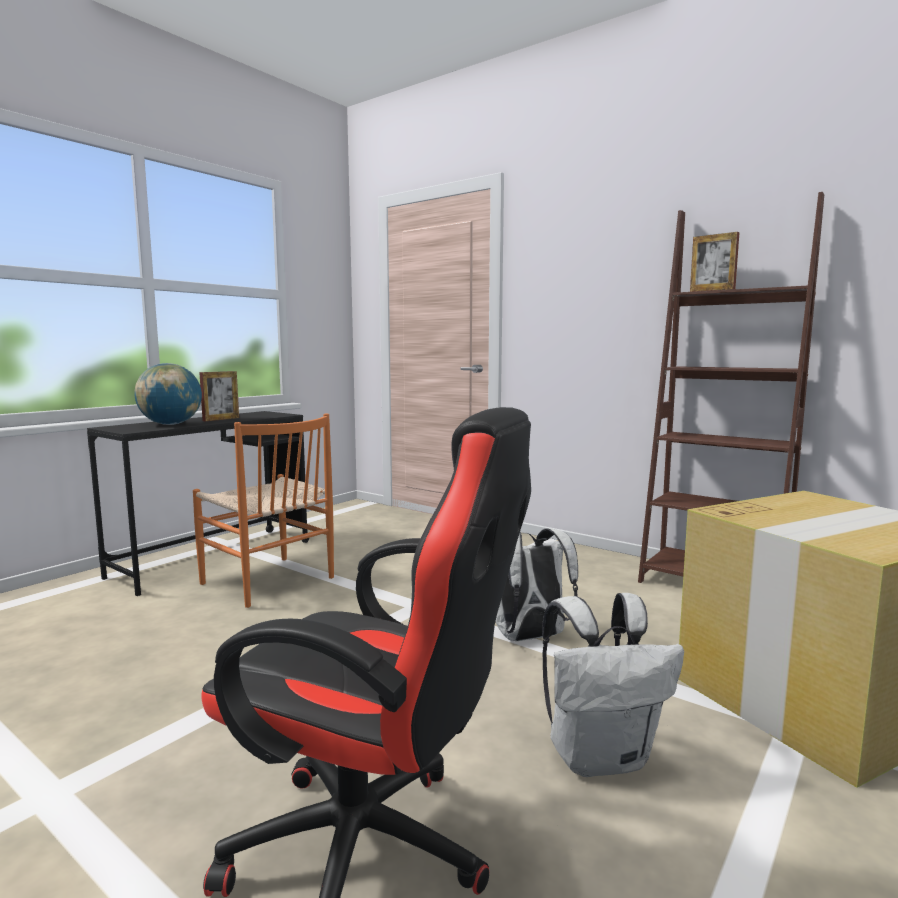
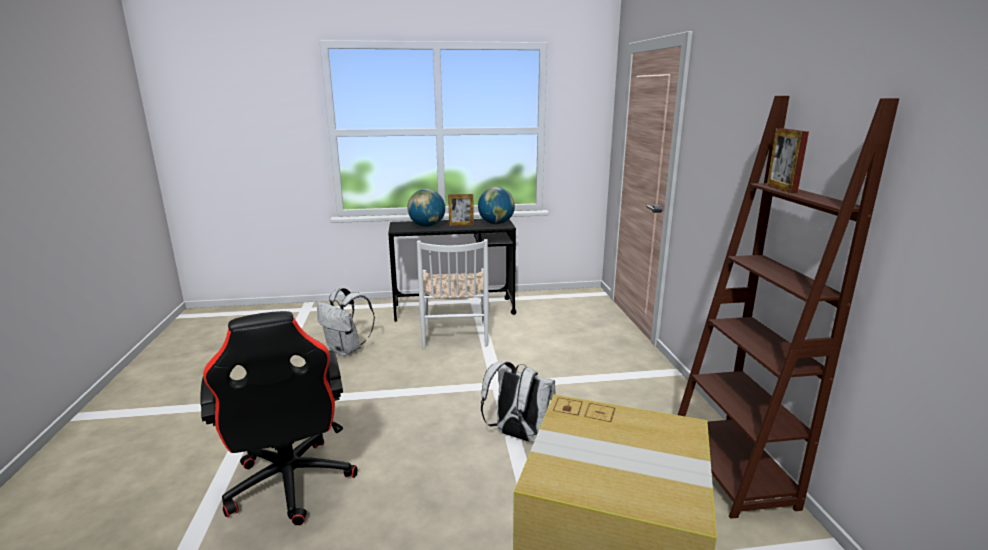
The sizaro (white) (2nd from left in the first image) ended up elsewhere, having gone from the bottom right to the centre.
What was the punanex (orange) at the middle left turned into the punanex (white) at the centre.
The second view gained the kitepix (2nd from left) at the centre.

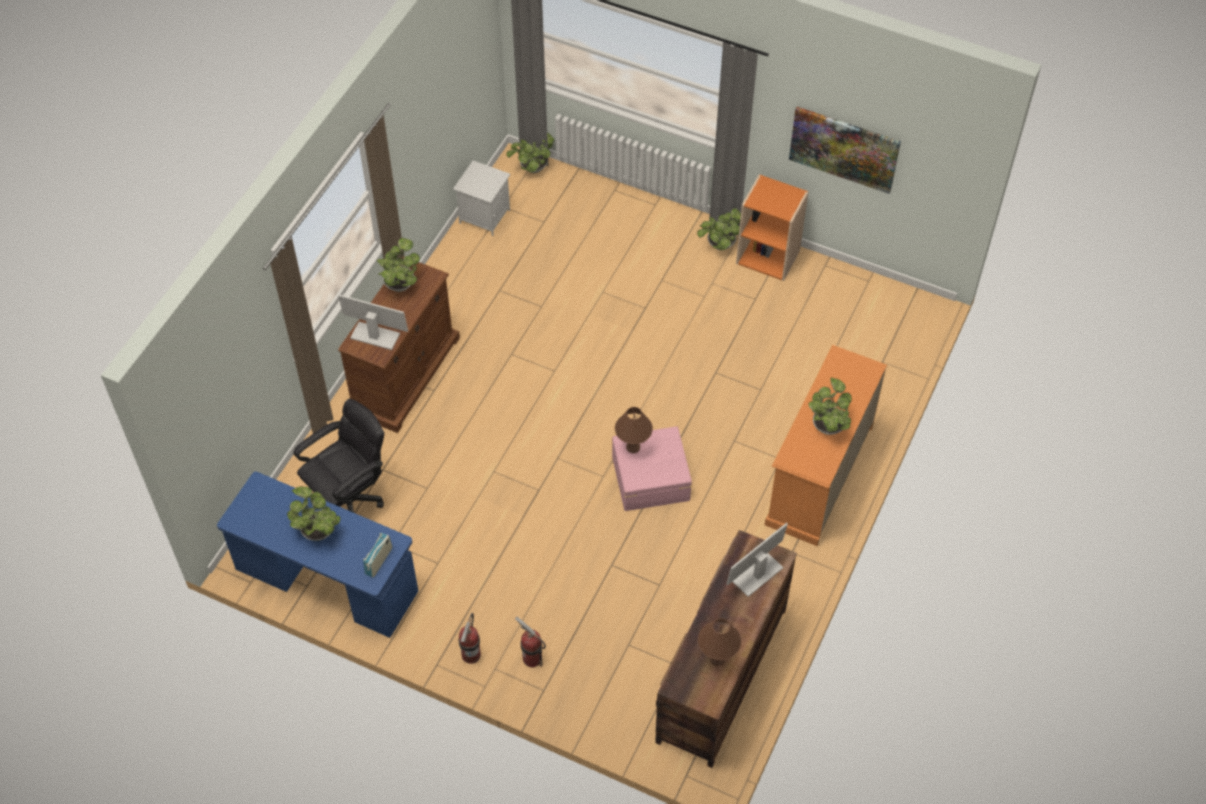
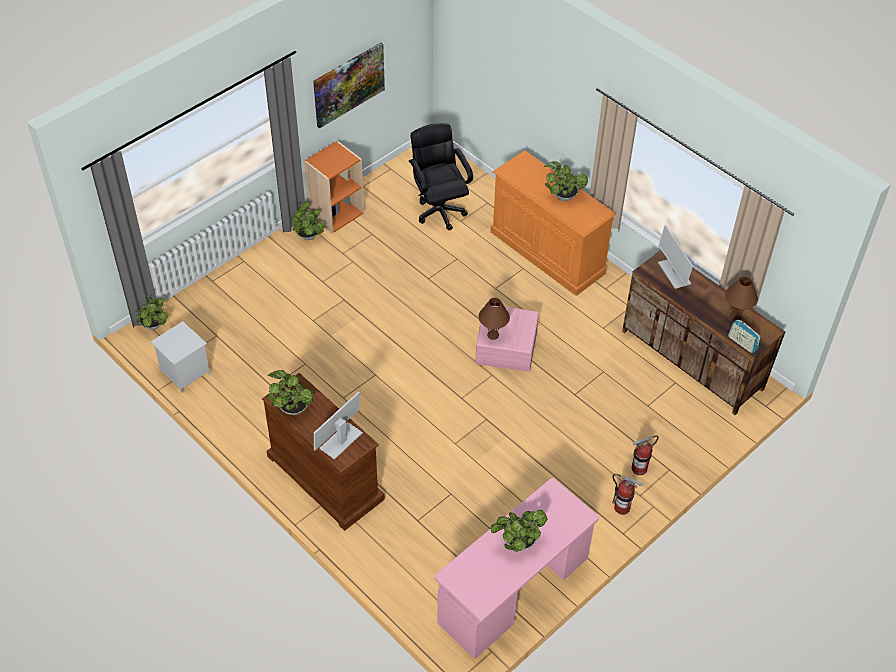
The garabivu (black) ended up elsewhere, having gone from the middle left to the top centre.
What was the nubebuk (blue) at the bottom left turned into the nubebuk (pink) at the bottom centre.
The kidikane ended up elsewhere, having gone from the bottom left to the middle right.

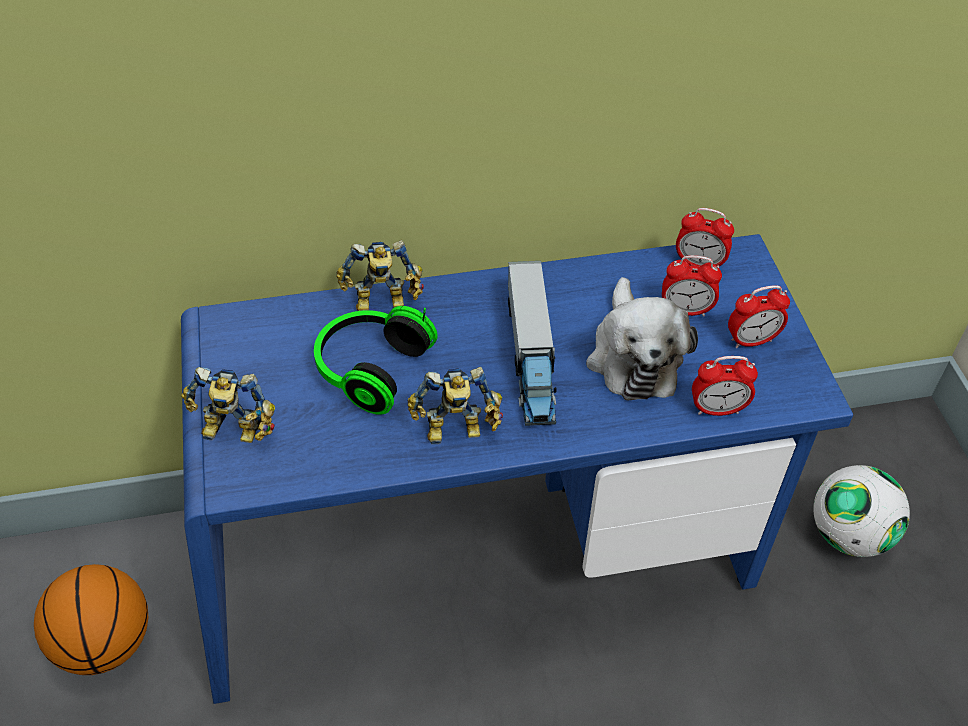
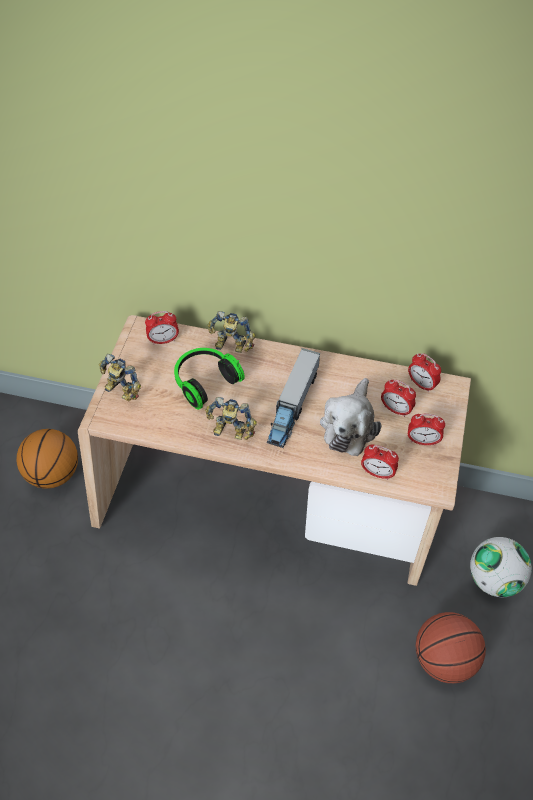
What was the nubebuk (blue) at the centre turned into the nubebuk (beige) at the centre.
The second view gained the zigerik (1st from left) at the middle left.
The second view gained the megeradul (2nd from left) at the bottom right.

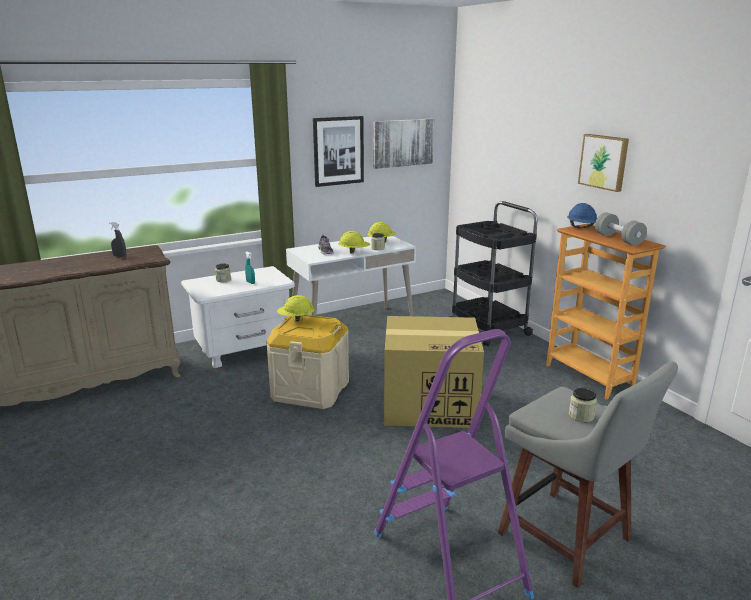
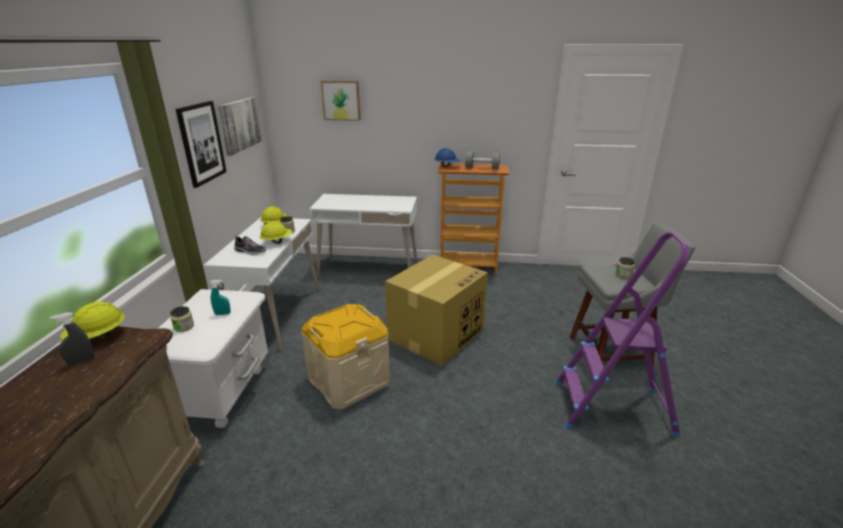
The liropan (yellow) (1st from left) ended up elsewhere, having gone from the centre to the middle left.
Where the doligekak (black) stood at the centre, the nubebuk (white) (2nd from left) came to stand at the centre.
The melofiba (3rd from left) ended up elsewhere, having gone from the top right to the top centre.

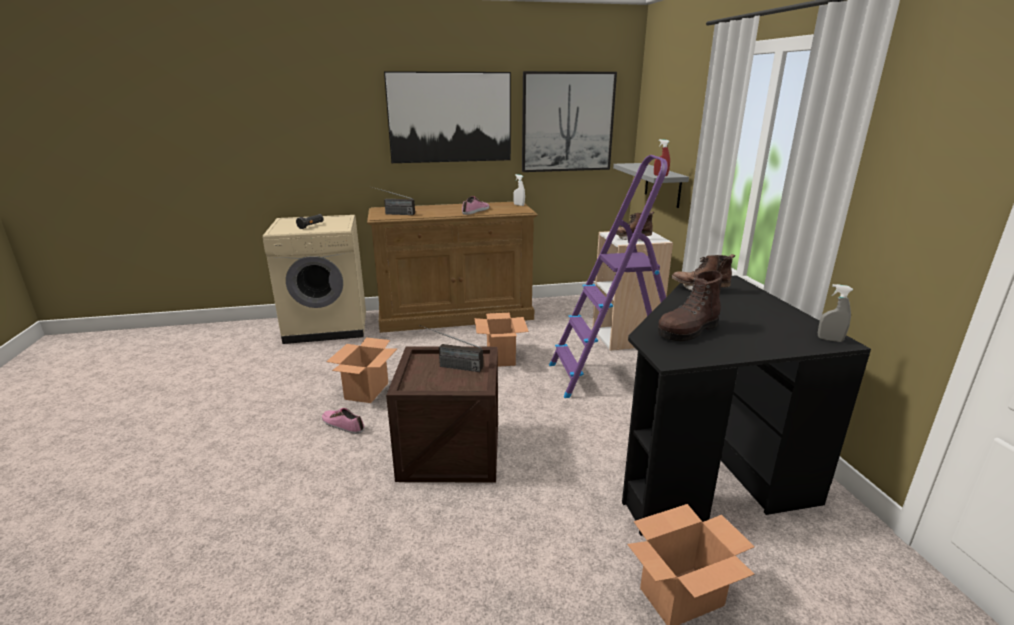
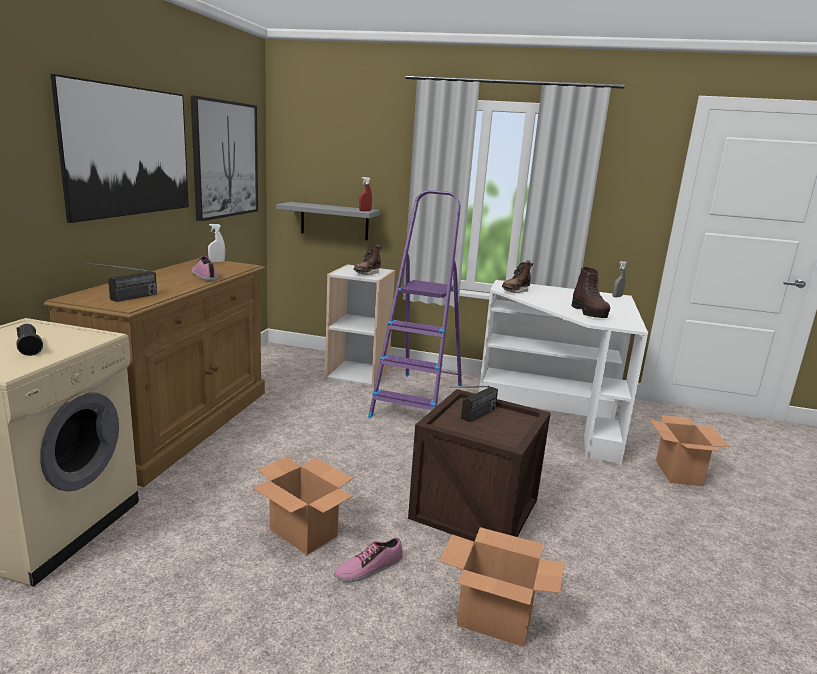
The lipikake (2nd from left) ended up elsewhere, having gone from the centre to the bottom centre.
What was the nubebuk (black) at the middle right turned into the nubebuk (white) at the middle right.

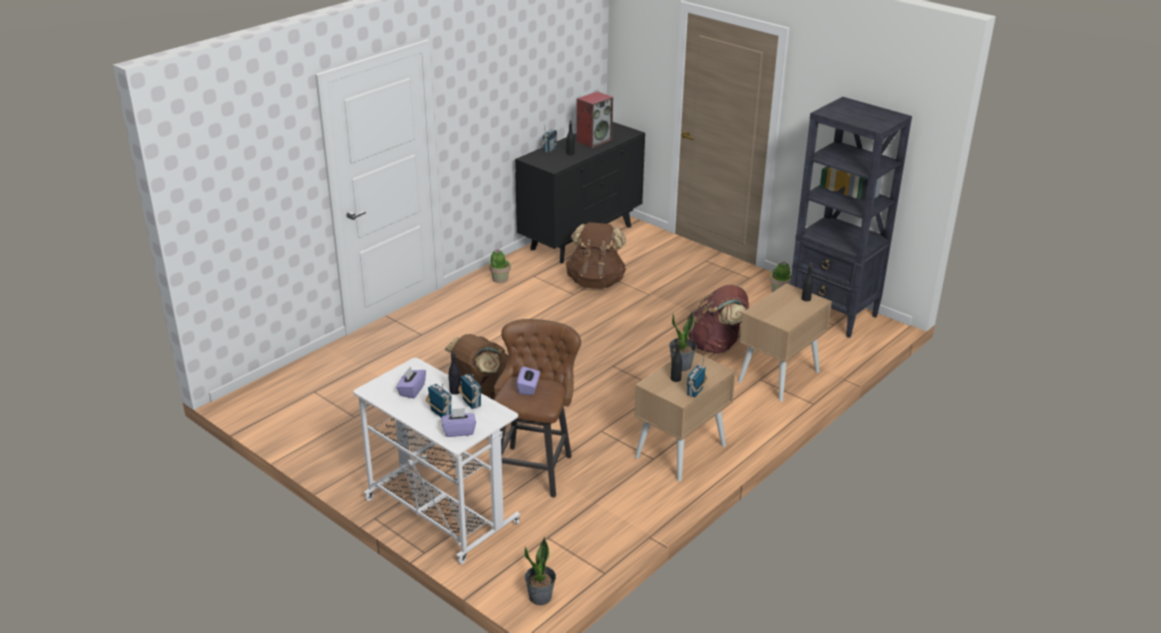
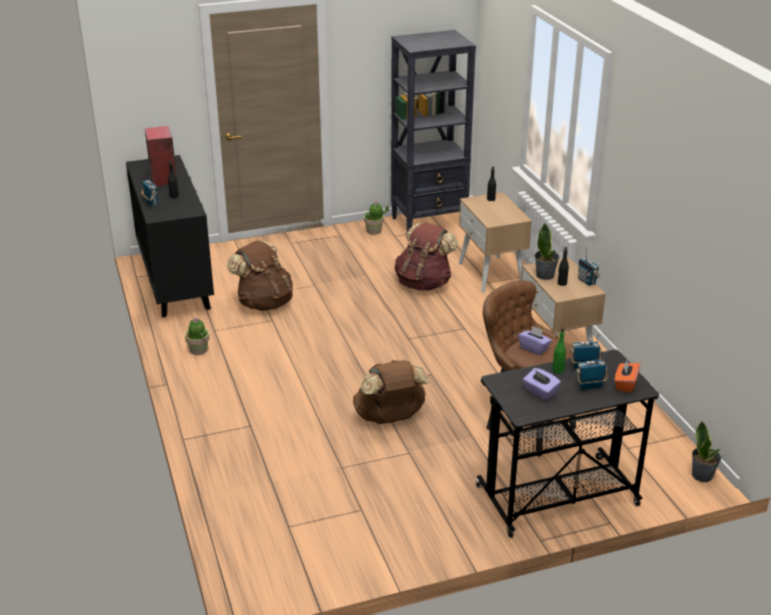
What was the nubebuk (white) at the bottom centre turned into the nubebuk (black) at the bottom right.
What was the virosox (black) (1st from left) at the centre turned into the virosox (green) at the middle right.
What was the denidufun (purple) (2nd from left) at the bottom centre turned into the denidufun (orange) at the middle right.

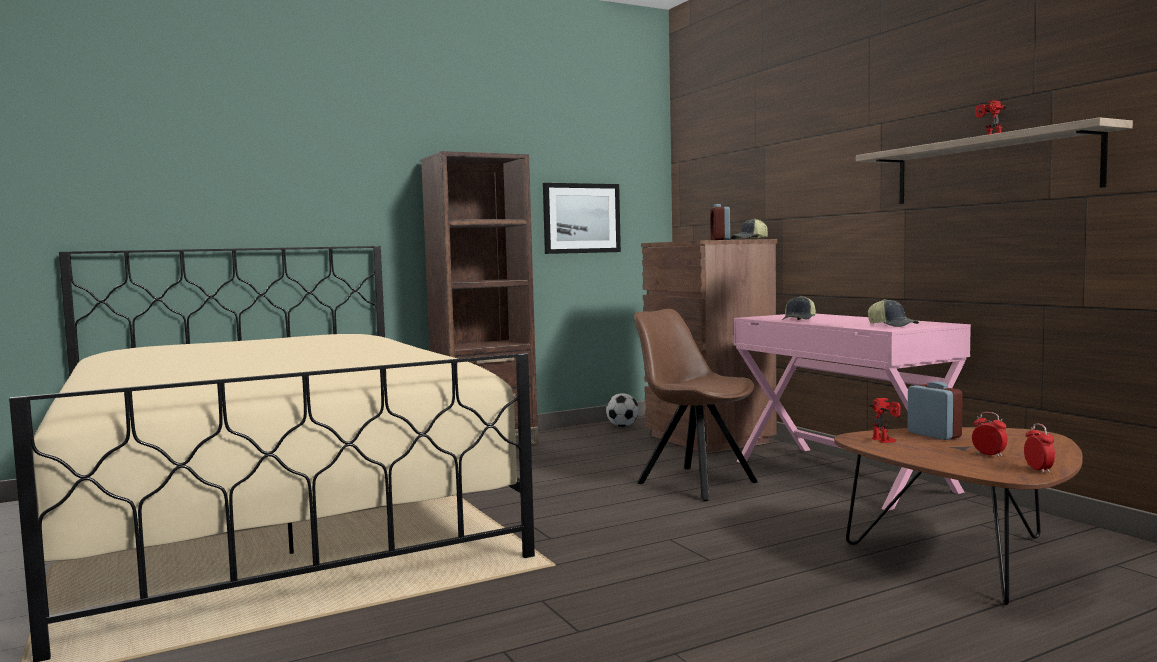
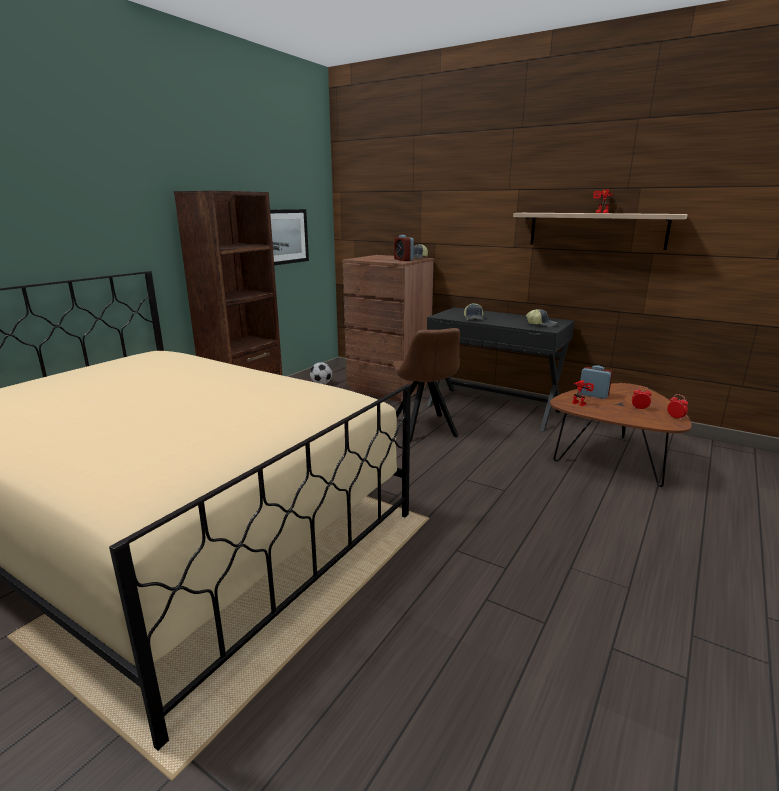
The punanex (brown) at the centre ended up facing another way, 120 degrees counterclockwise from before.
What was the nubebuk (pink) at the middle right turned into the nubebuk (black) at the centre.

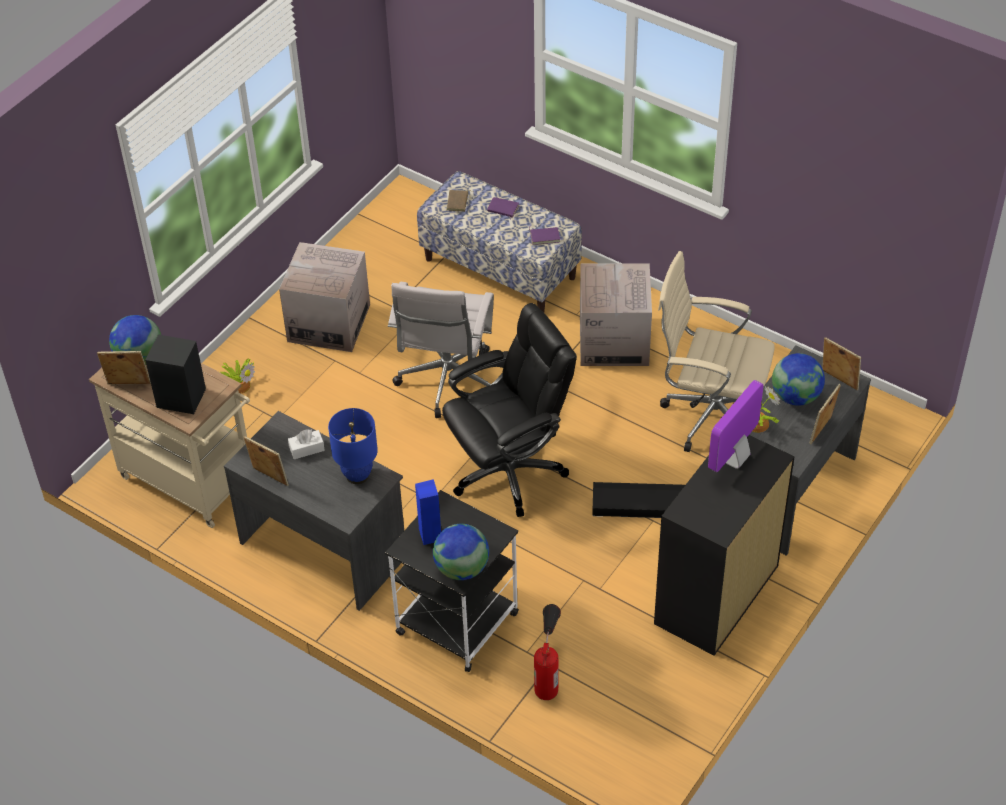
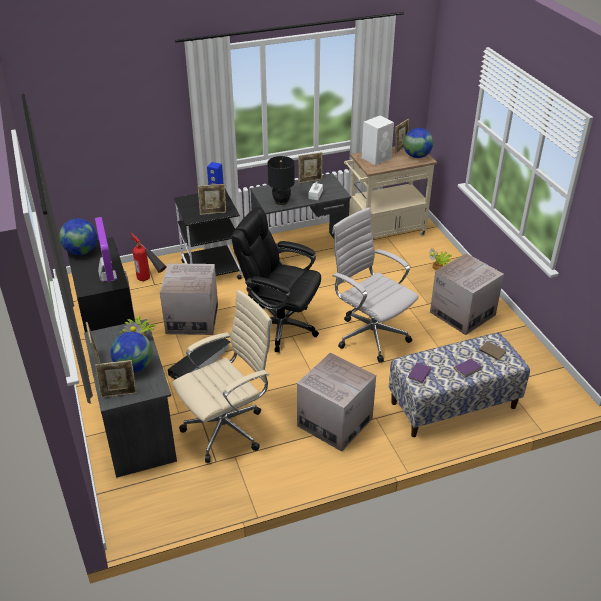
The kitepix (2nd from left in the first image) ended up elsewhere, having gone from the bottom centre to the middle left.
The second view gained the lipikake (1st from left) at the middle left.
The second view gained the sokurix (3rd from left) at the top centre.
The garabivu (black) at the centre ended up facing another way, 105 degrees clockwise from before.
What was the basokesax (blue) at the centre turned into the basokesax (black) at the top centre.
What was the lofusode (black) at the middle left turned into the lofusode (white) at the top centre.

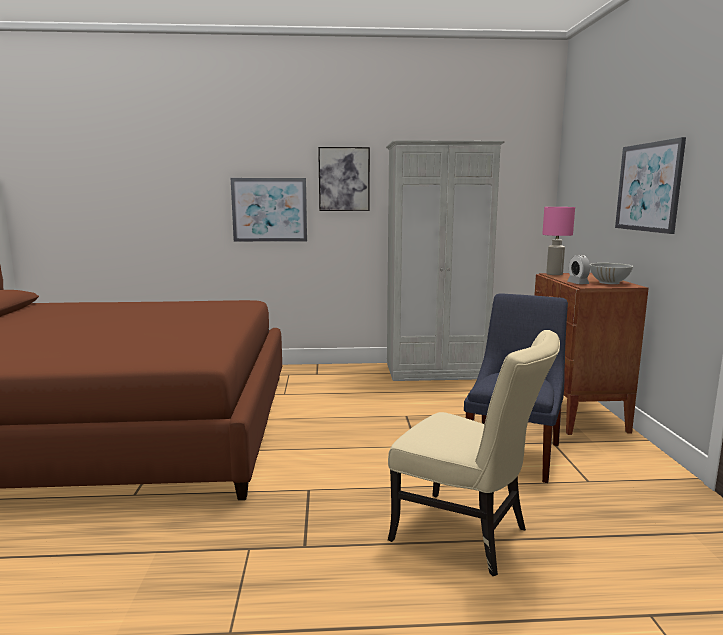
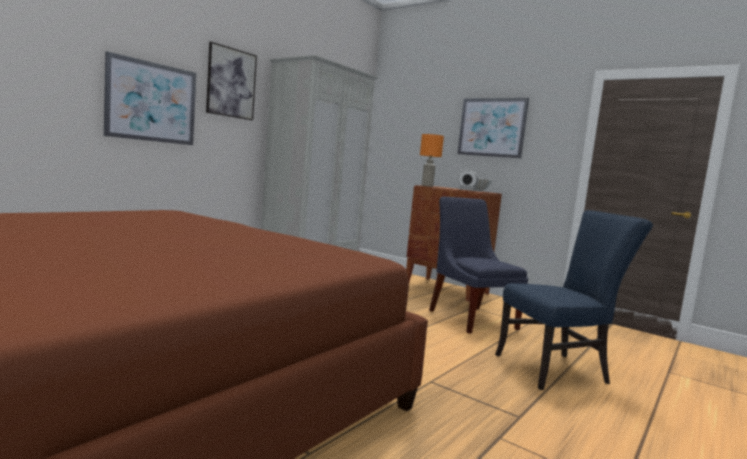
What was the basokesax (pink) at the middle right turned into the basokesax (orange) at the centre.
What was the punanex (beige) at the bottom centre turned into the punanex (blue) (2nd from left) at the middle right.

